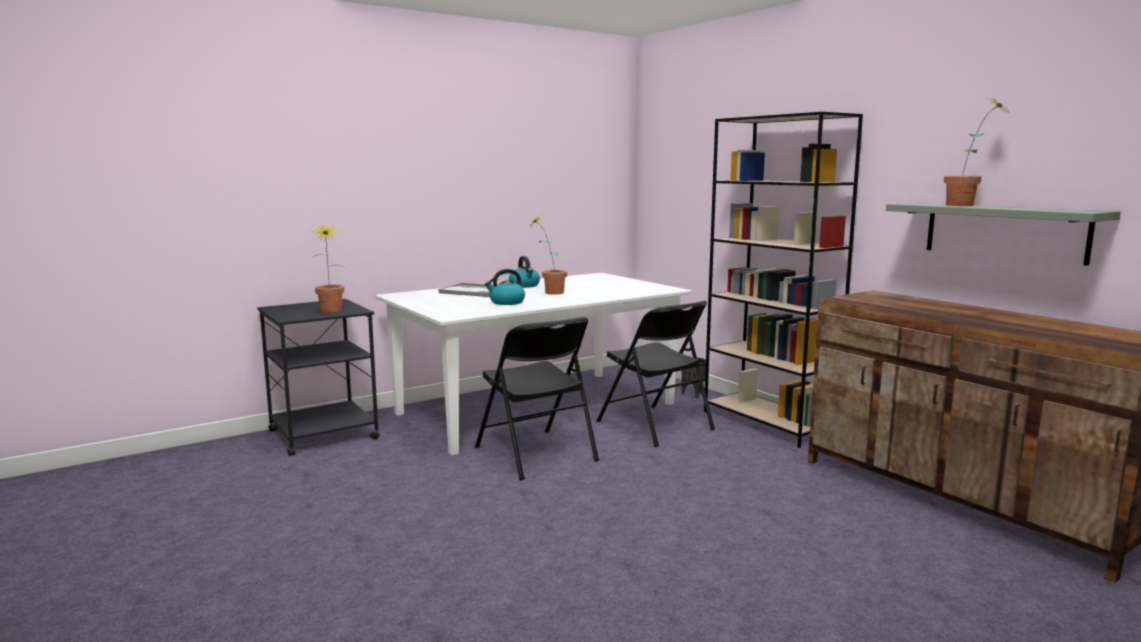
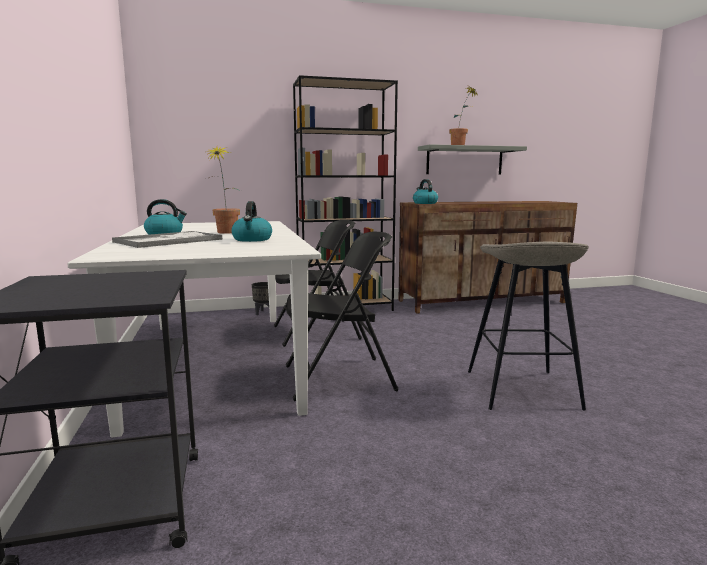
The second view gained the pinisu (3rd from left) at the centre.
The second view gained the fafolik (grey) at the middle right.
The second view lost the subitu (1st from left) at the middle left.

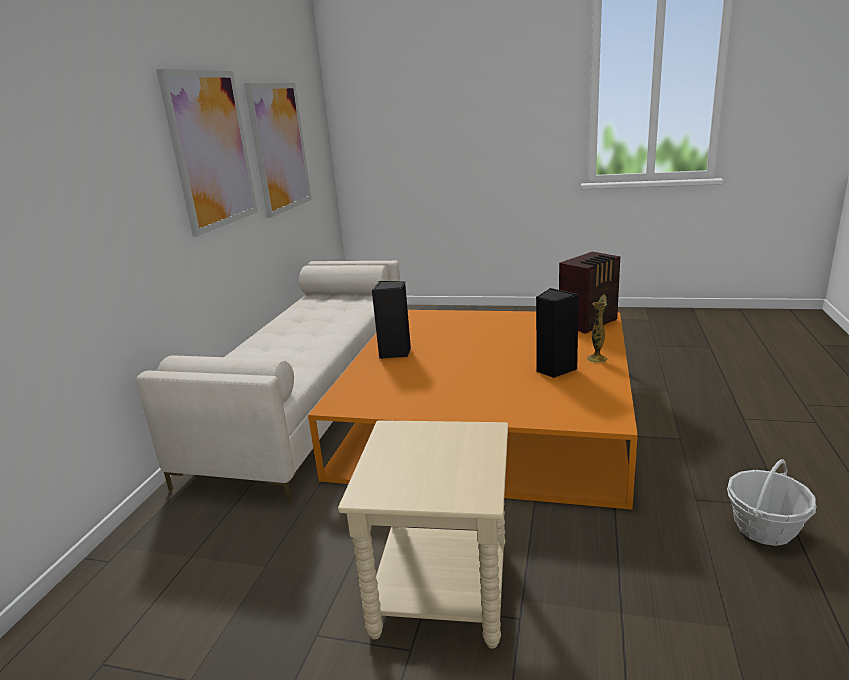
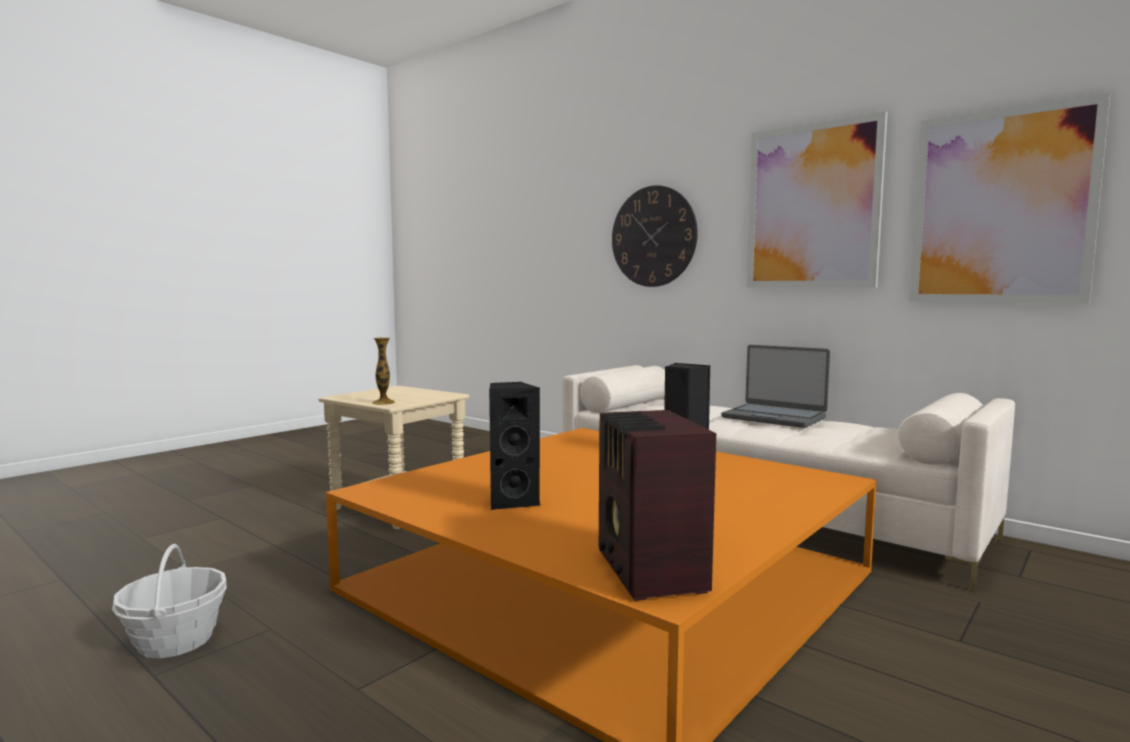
The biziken ended up elsewhere, having gone from the middle right to the centre.
The second view gained the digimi at the top centre.
The second view gained the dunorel at the middle right.

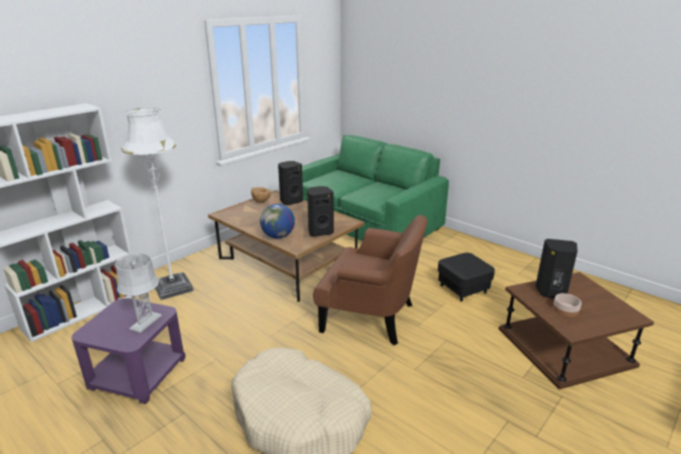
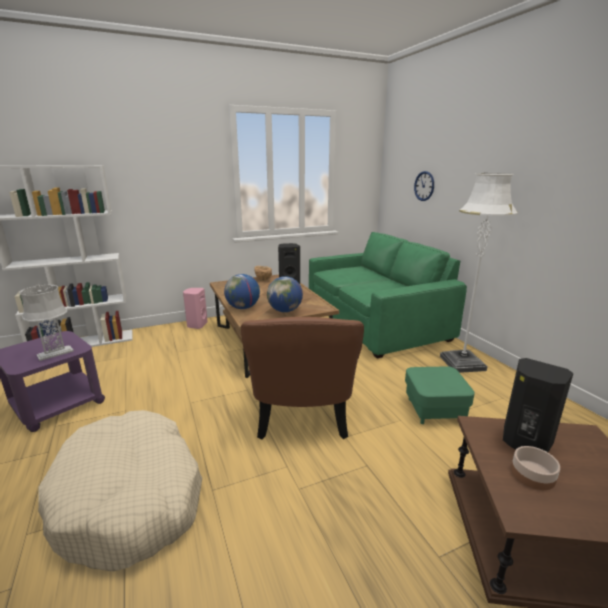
The second view gained the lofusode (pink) at the middle left.
The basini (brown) at the centre ended up facing another way, 45 degrees clockwise from before.
Where the lofusode (black) (2nd from left) stood at the centre, the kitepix (2nd from left) came to stand at the centre.
What was the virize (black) at the middle right turned into the virize (green) at the middle right.
The second view gained the digimi at the top right.
The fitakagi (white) ended up elsewhere, having gone from the middle left to the middle right.

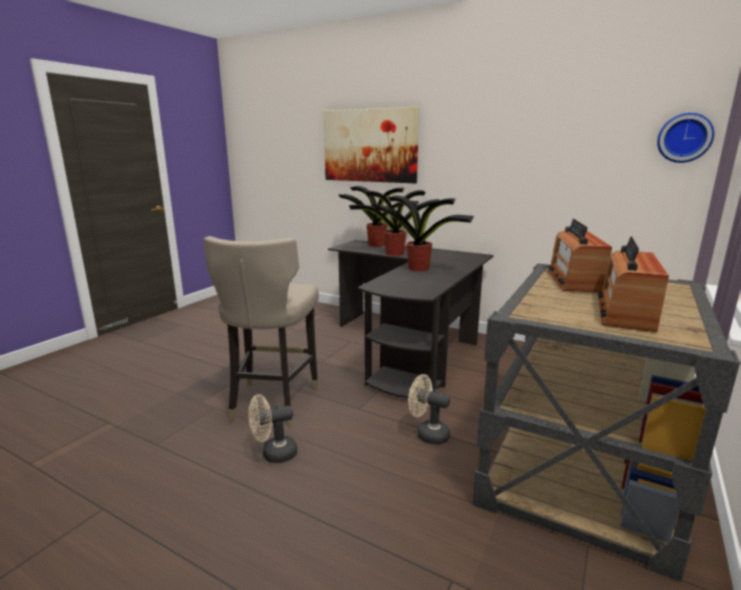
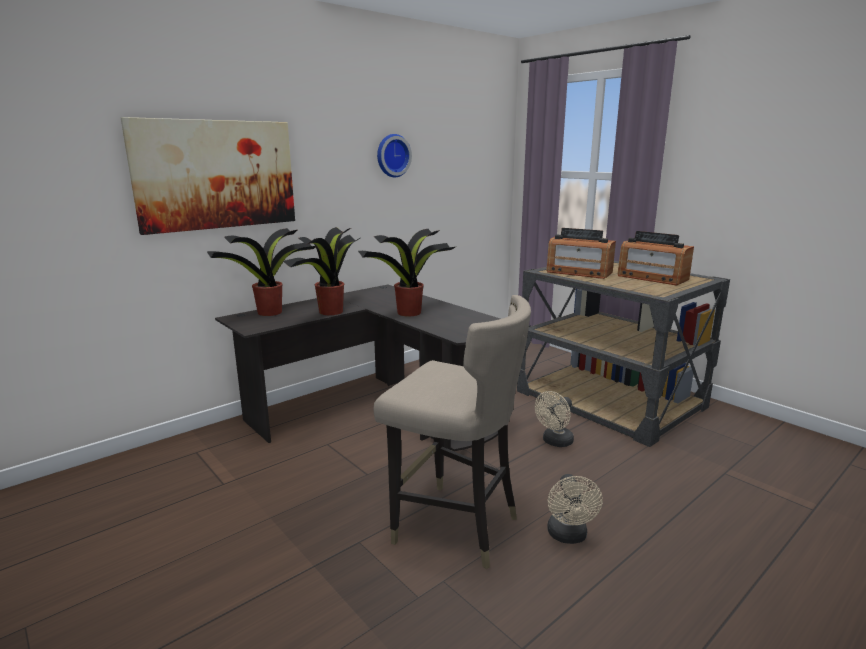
The digimi ended up elsewhere, having gone from the top right to the top centre.

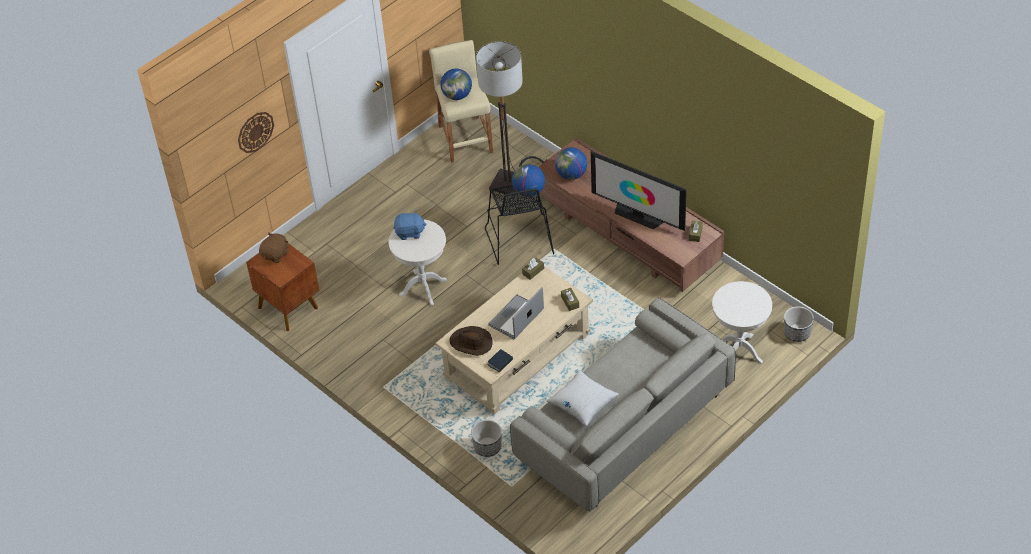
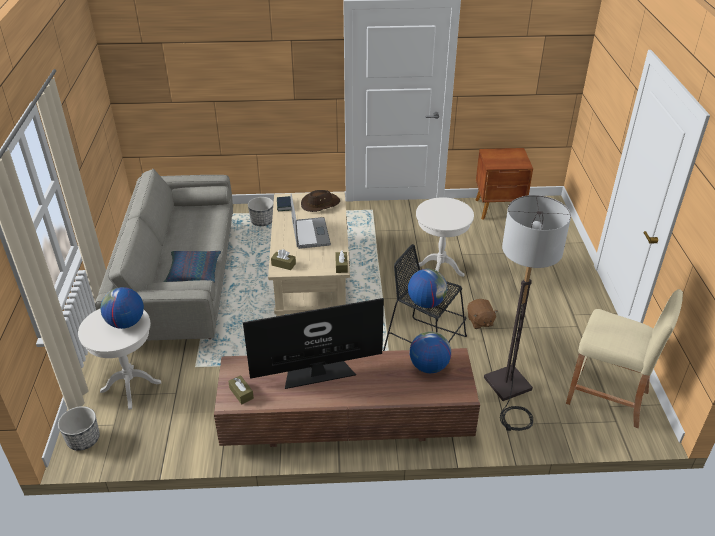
The kitepix (1st from left) ended up elsewhere, having gone from the top centre to the middle left.
The second view gained the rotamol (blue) at the middle left.
The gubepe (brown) ended up elsewhere, having gone from the middle left to the middle right.
The second view lost the digimi at the top left.
The second view lost the gubepe (blue) at the centre.
The second view lost the rotamol (grey) at the bottom centre.

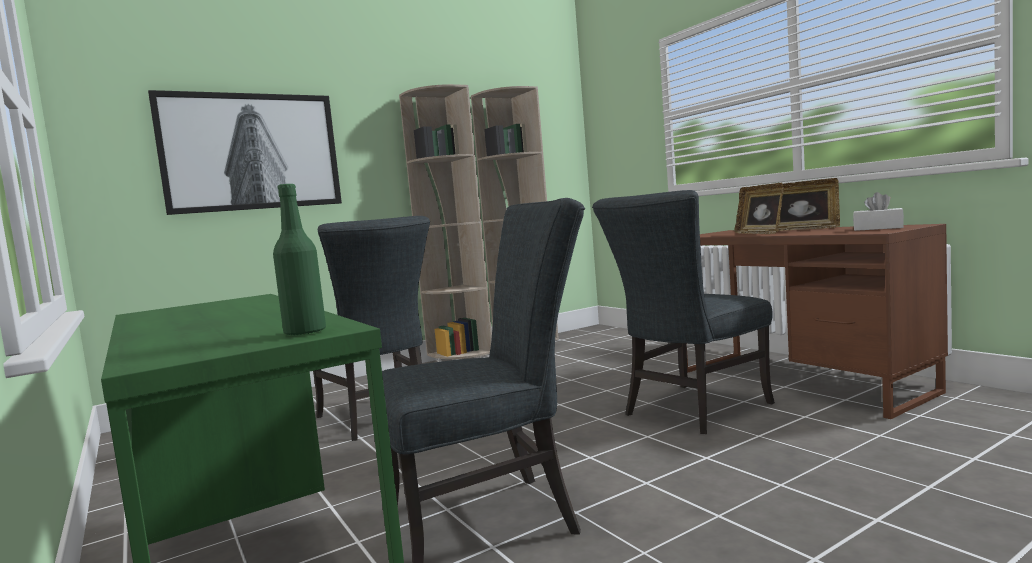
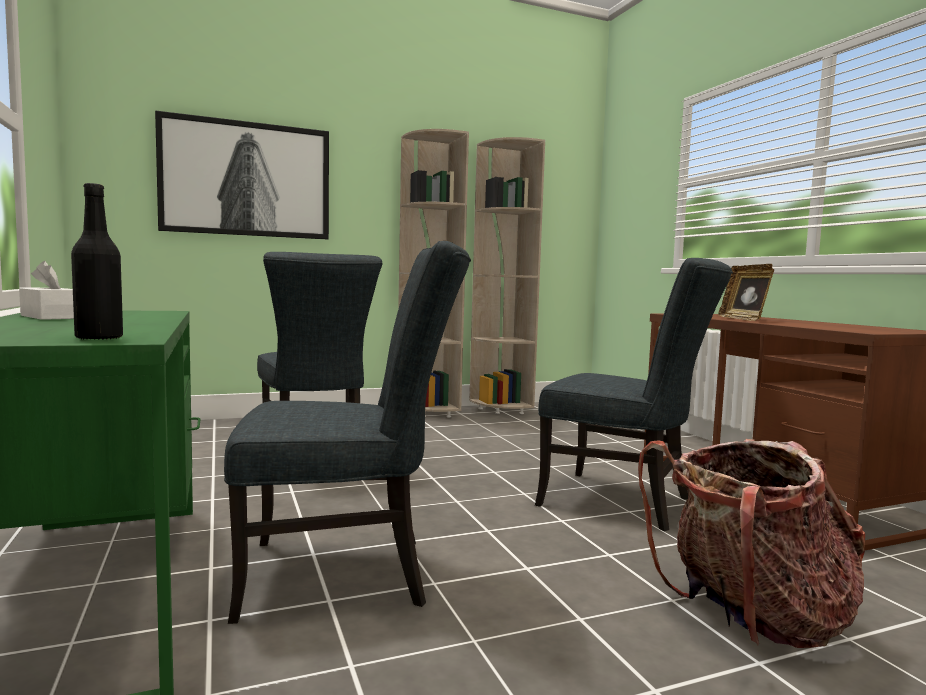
The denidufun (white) ended up elsewhere, having gone from the middle right to the middle left.
What was the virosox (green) at the middle left turned into the virosox (black) at the middle left.
The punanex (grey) (3rd from left) at the centre ended up facing another way, 120 degrees counterclockwise from before.
The second view gained the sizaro at the bottom right.
The second view lost the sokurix (2nd from left) at the middle right.

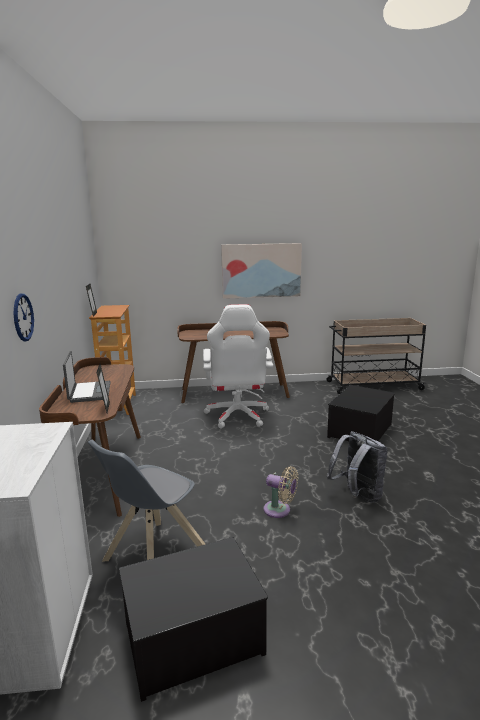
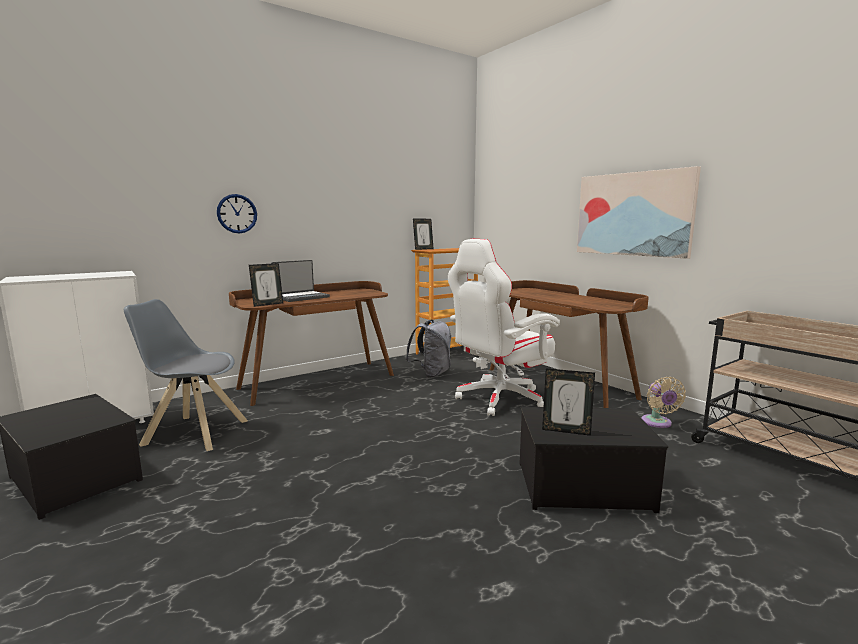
The sizaro (grey) ended up elsewhere, having gone from the middle right to the centre.
The second view gained the sokurix (3rd from left) at the centre.
The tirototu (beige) ended up elsewhere, having gone from the bottom centre to the middle right.

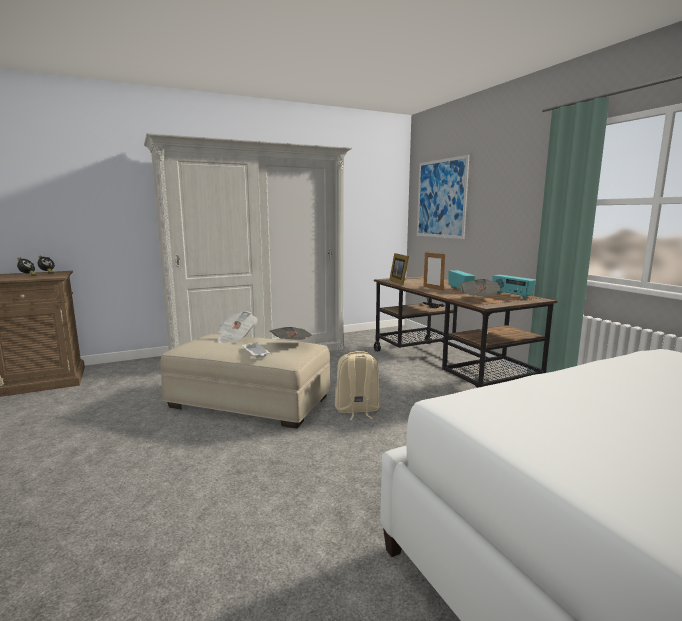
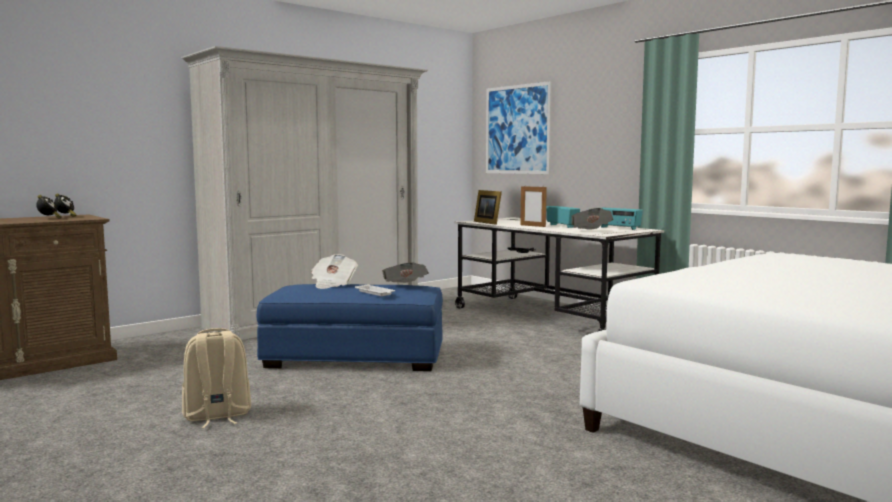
The sizaro (beige) ended up elsewhere, having gone from the centre to the bottom left.
What was the virize (beige) at the centre turned into the virize (blue) at the centre.
What was the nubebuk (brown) at the middle right turned into the nubebuk (white) at the centre.

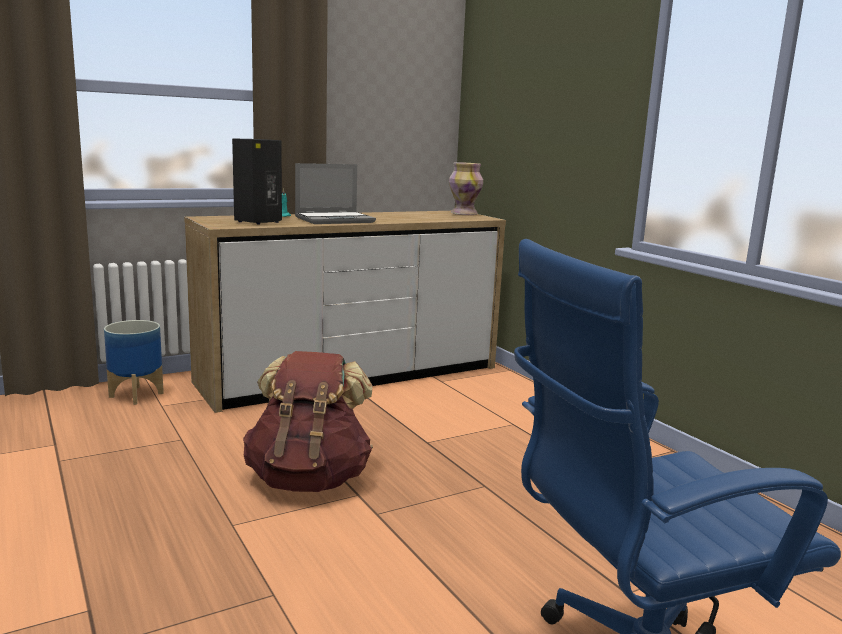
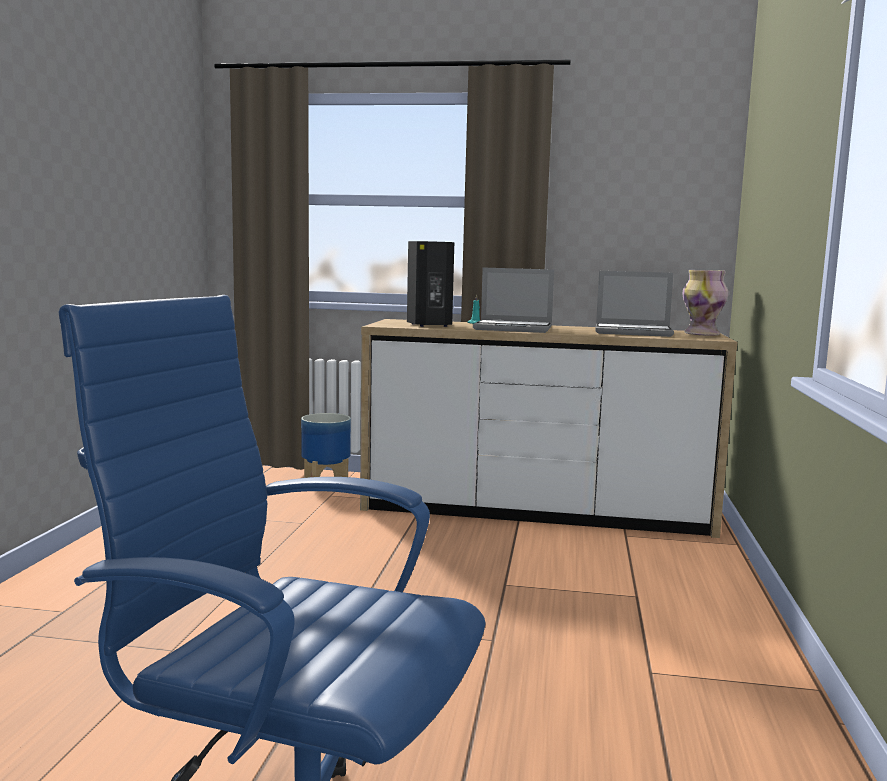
The second view gained the dunorel (2nd from left) at the middle right.
The second view lost the sizaro (brown) at the centre.

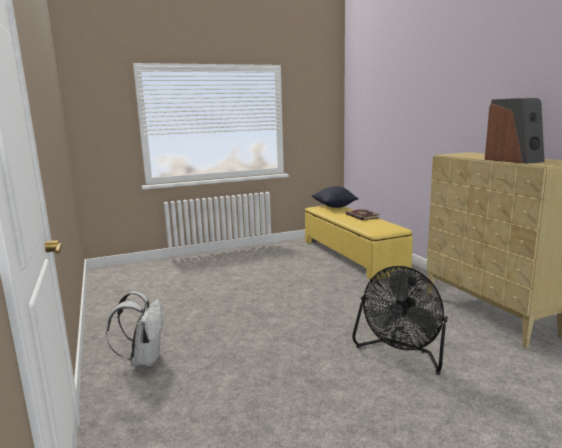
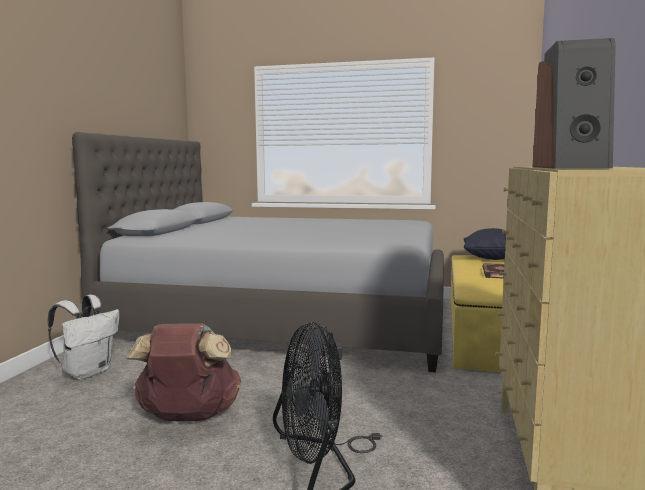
The second view gained the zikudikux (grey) at the centre.
The second view gained the sizaro (brown) at the bottom left.

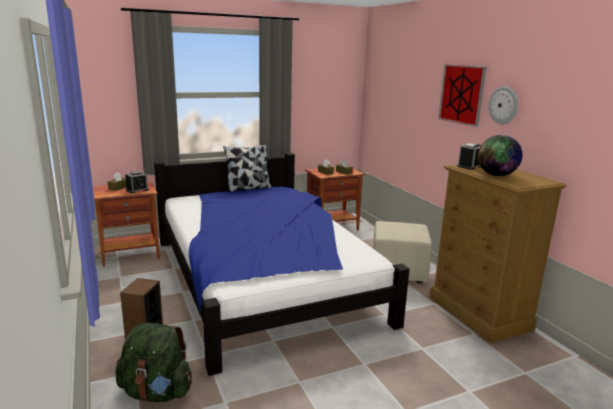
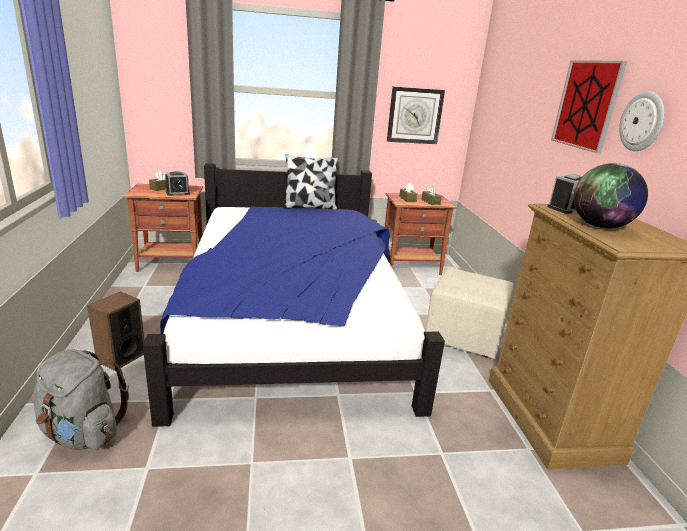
What was the sizaro (green) at the bottom left turned into the sizaro (grey) at the bottom left.
The second view gained the digimi (1st from left) at the top centre.

